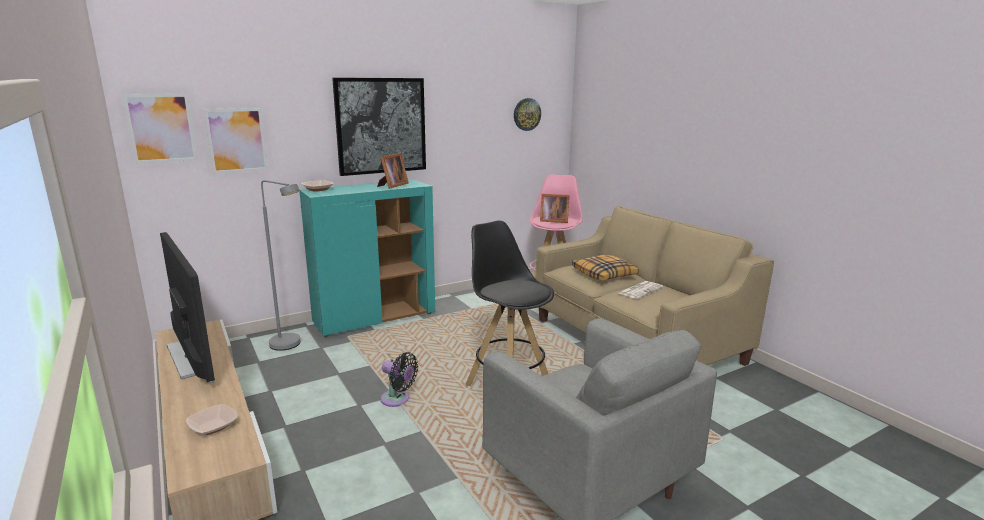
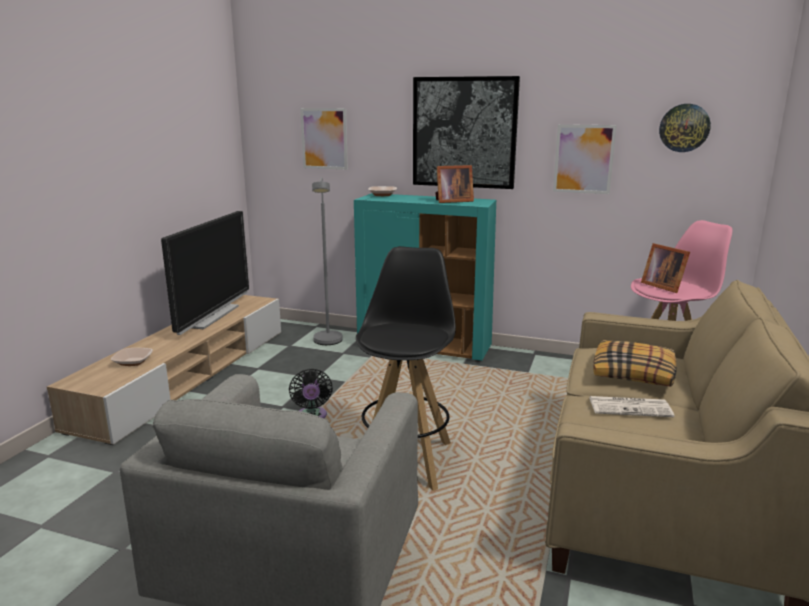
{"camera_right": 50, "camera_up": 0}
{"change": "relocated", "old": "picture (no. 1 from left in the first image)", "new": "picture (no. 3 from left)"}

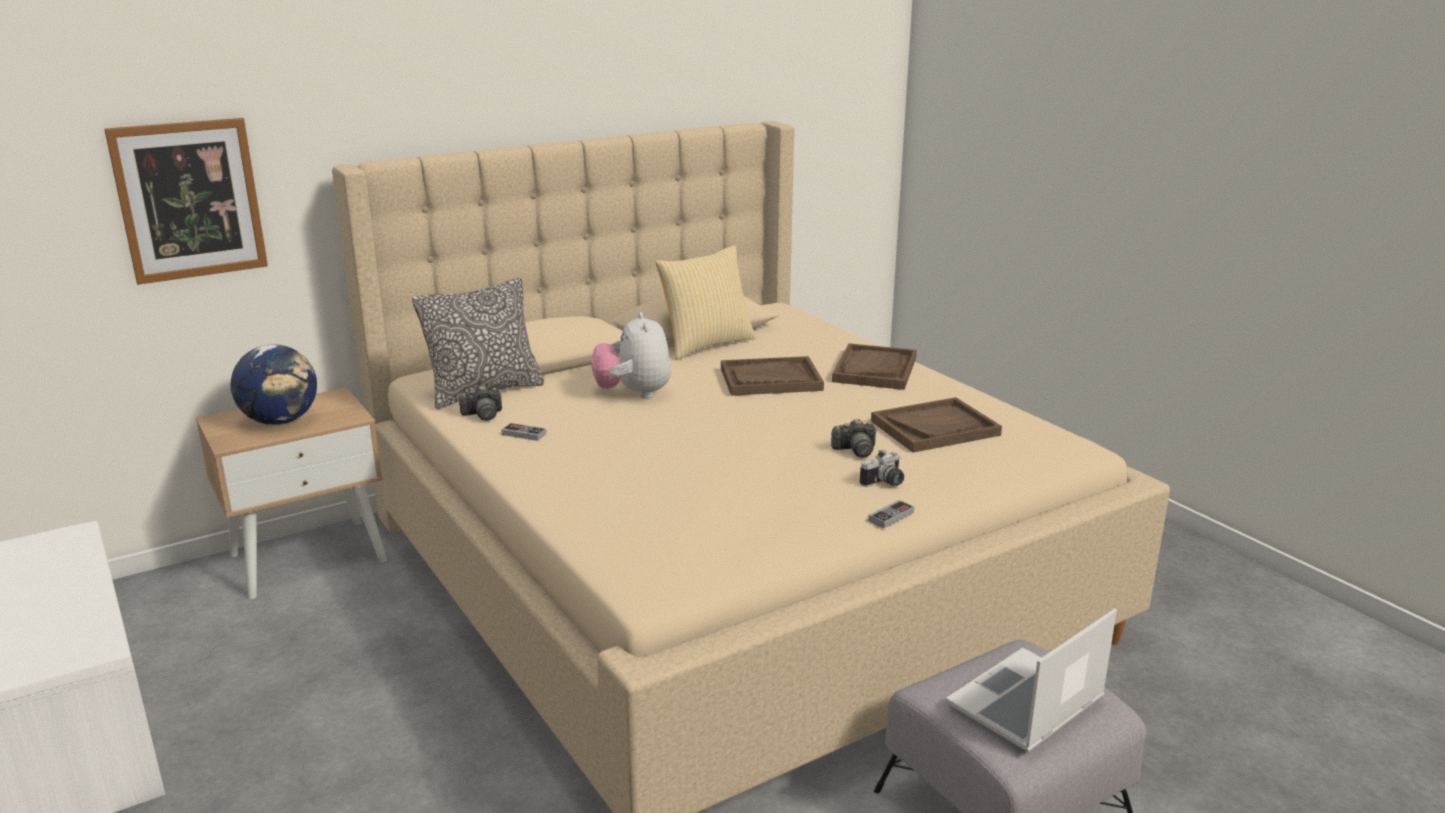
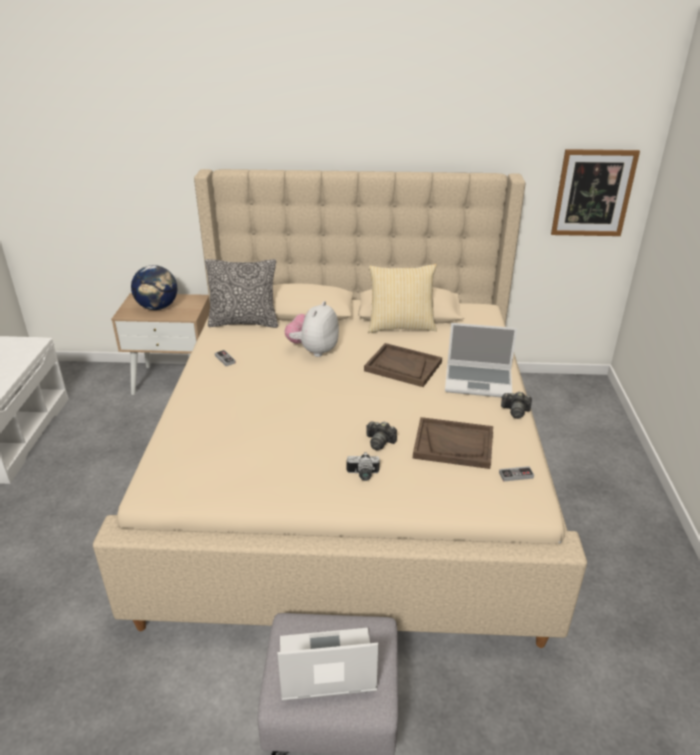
{"camera_right": 35, "camera_up": 10}
{"change": "relocated", "old": "picture"}
{"change": "relocated", "old": "photo camera (no. 1 from left in the first image)", "new": "photo camera (no. 3 from left)"}
{"change": "exchanged", "old": "brown tray (no. 2 from left)", "new": "laptop (no. 2 from left)"}
{"change": "relocated", "old": "game controller (no. 2 from left)"}

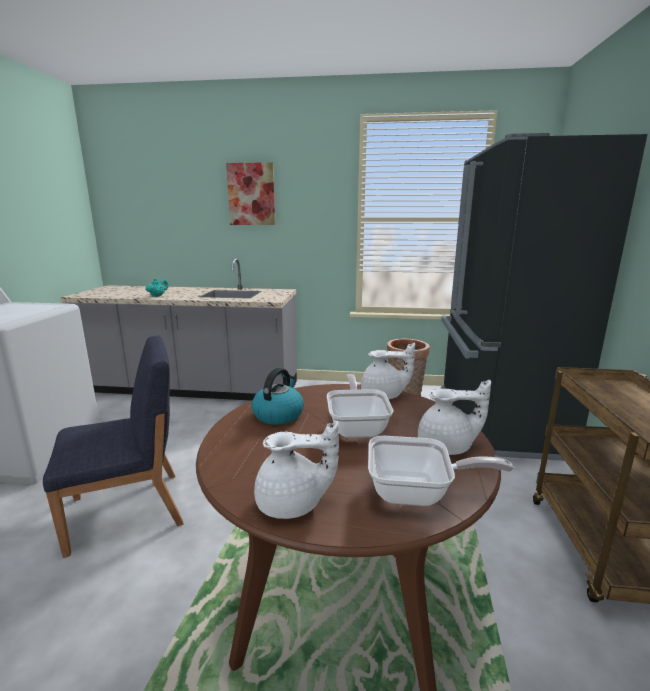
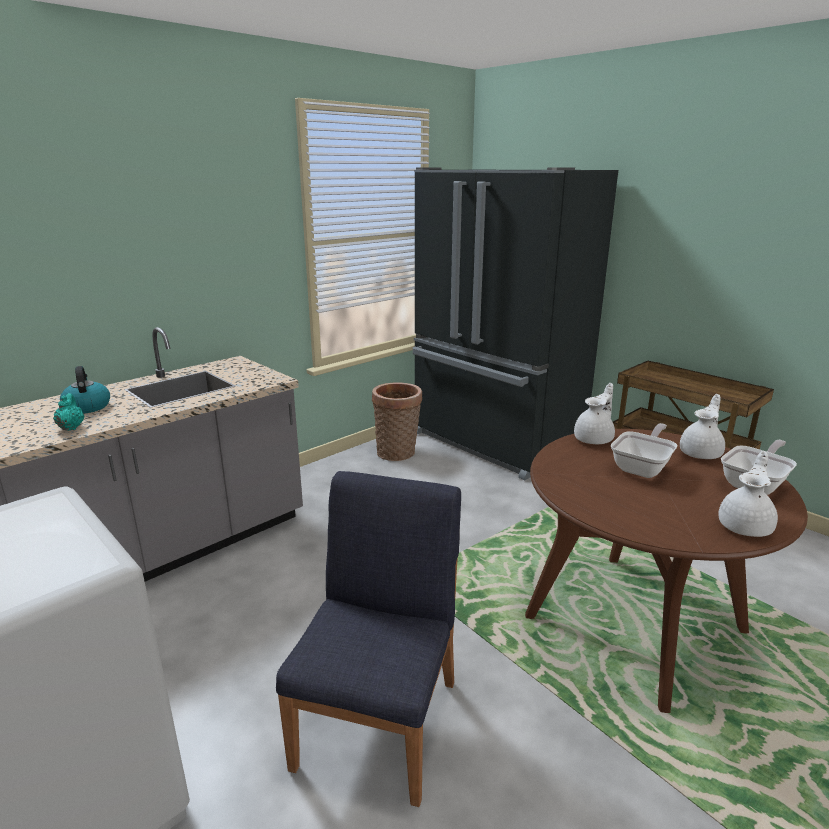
{"camera_right": -50, "camera_up": 5}
{"change": "missing", "old": "picture"}
{"change": "relocated", "old": "kettle"}
{"change": "spun", "old": "frying pan (no. 1 from left)", "degrees": 90}

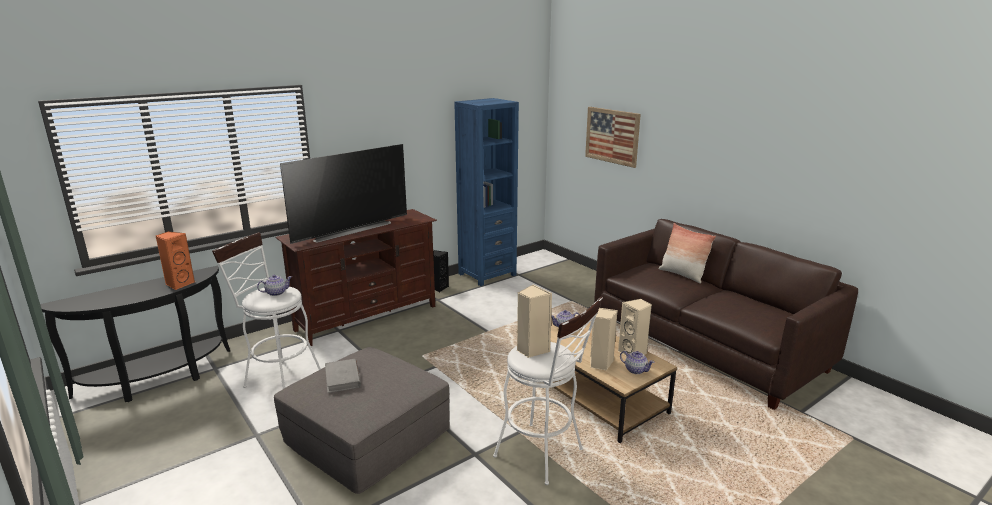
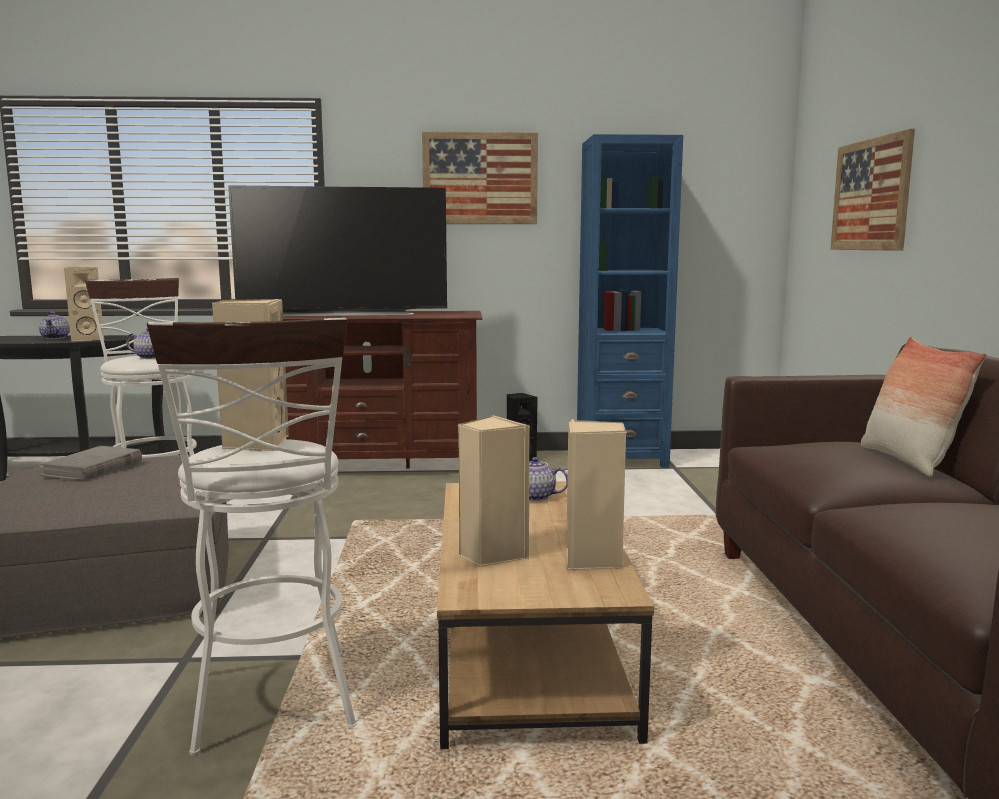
{"camera_right": 35, "camera_up": -10}
{"change": "colour", "old": "orange speaker", "new": "beige speaker (no. 1 from left)"}
{"change": "relocated", "old": "teapot (no. 3 from left in the first image)", "new": "teapot (no. 1 from left)"}
{"change": "appeared", "new": "picture (no. 1 from left)"}

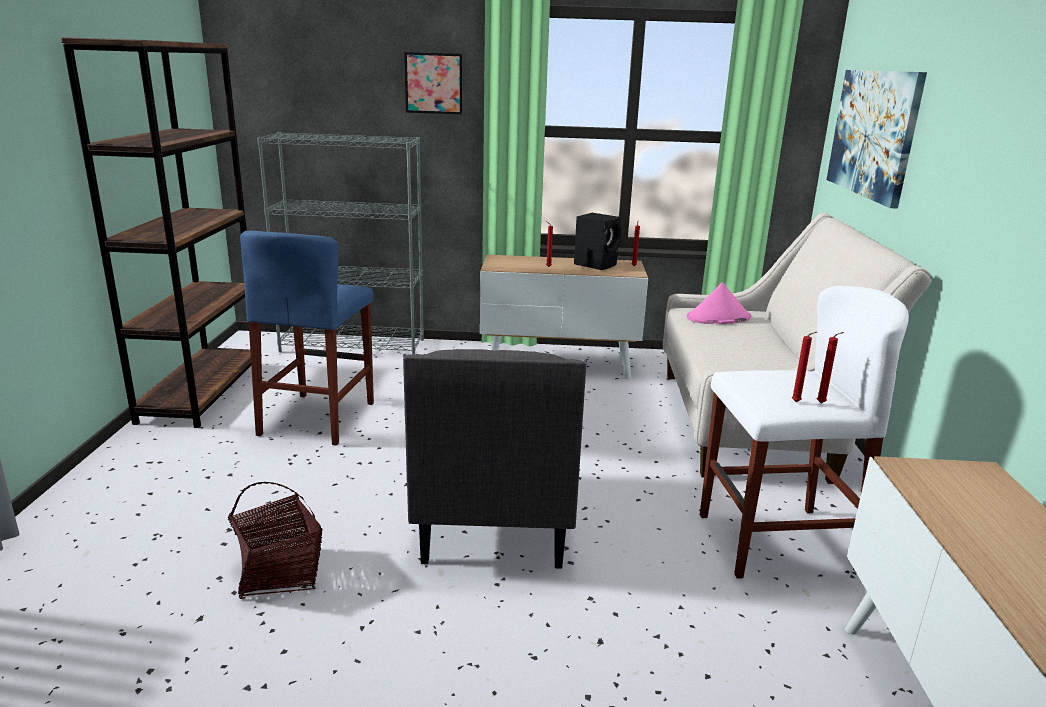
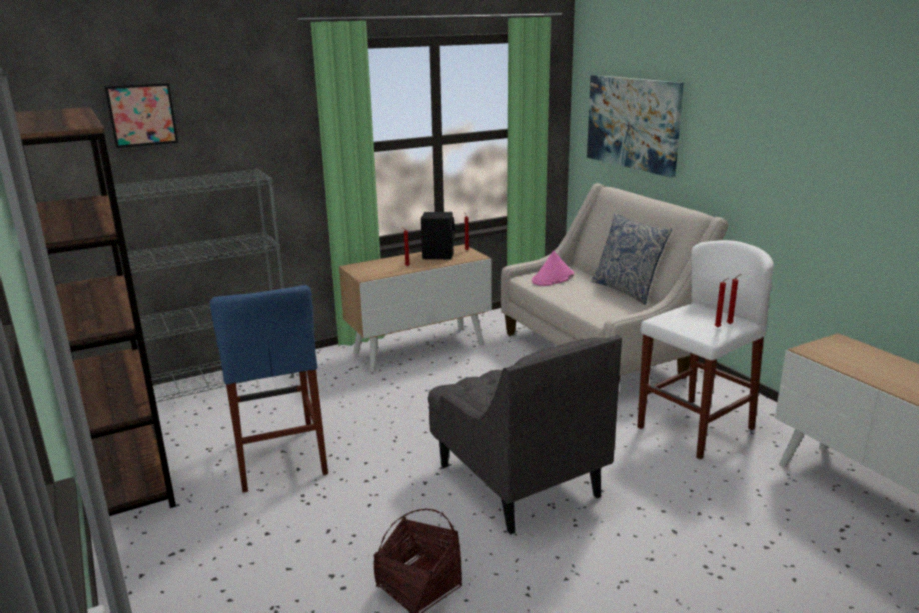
{"camera_right": -30, "camera_up": 0}
{"change": "relocated", "old": "picture (no. 1 from left)"}
{"change": "appeared", "new": "pillow"}

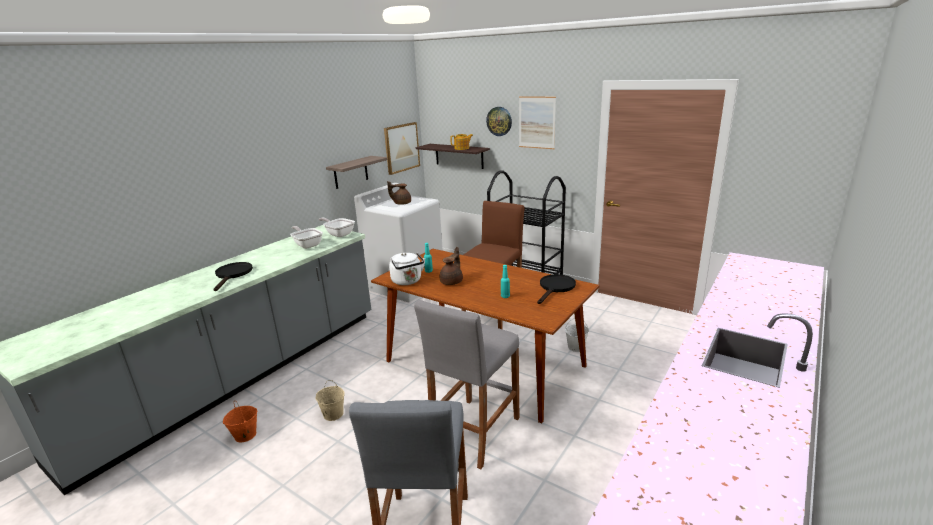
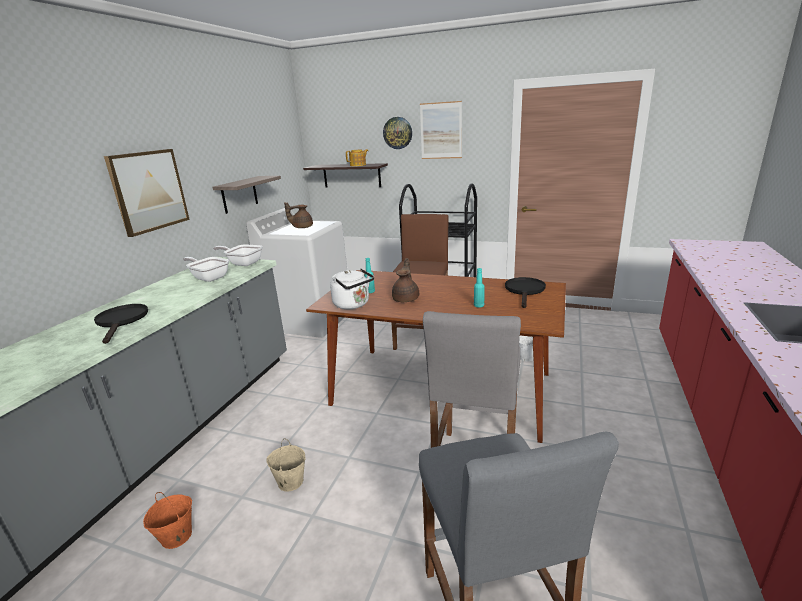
{"camera_right": -15, "camera_up": 0}
{"change": "relocated", "old": "picture (no. 1 from left)"}

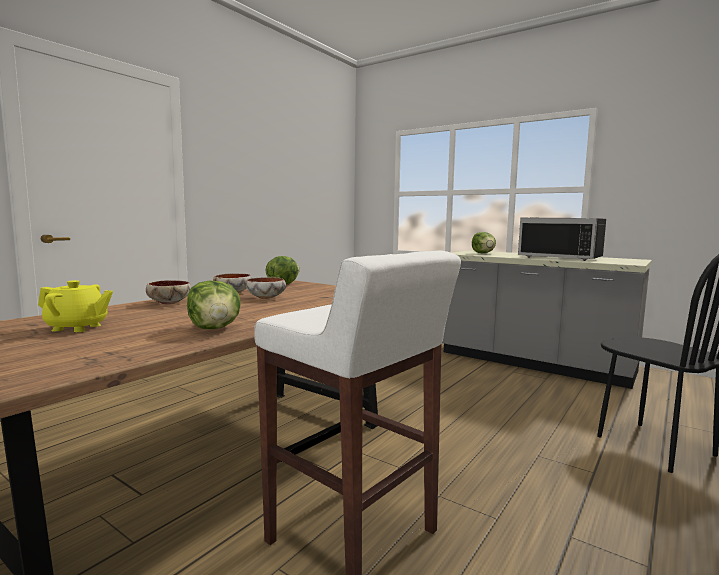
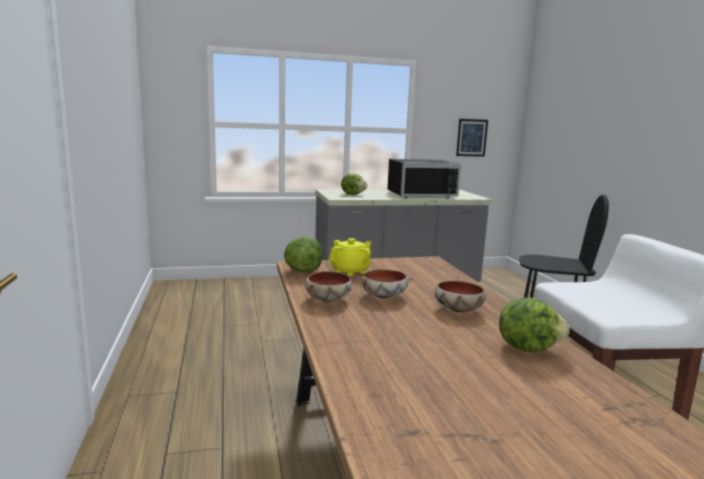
{"camera_right": -50, "camera_up": 5}
{"change": "relocated", "old": "yellow teapot"}
{"change": "relocated", "old": "bowl (no. 1 from left in the first image)", "new": "bowl (no. 3 from left)"}
{"change": "appeared", "new": "picture"}

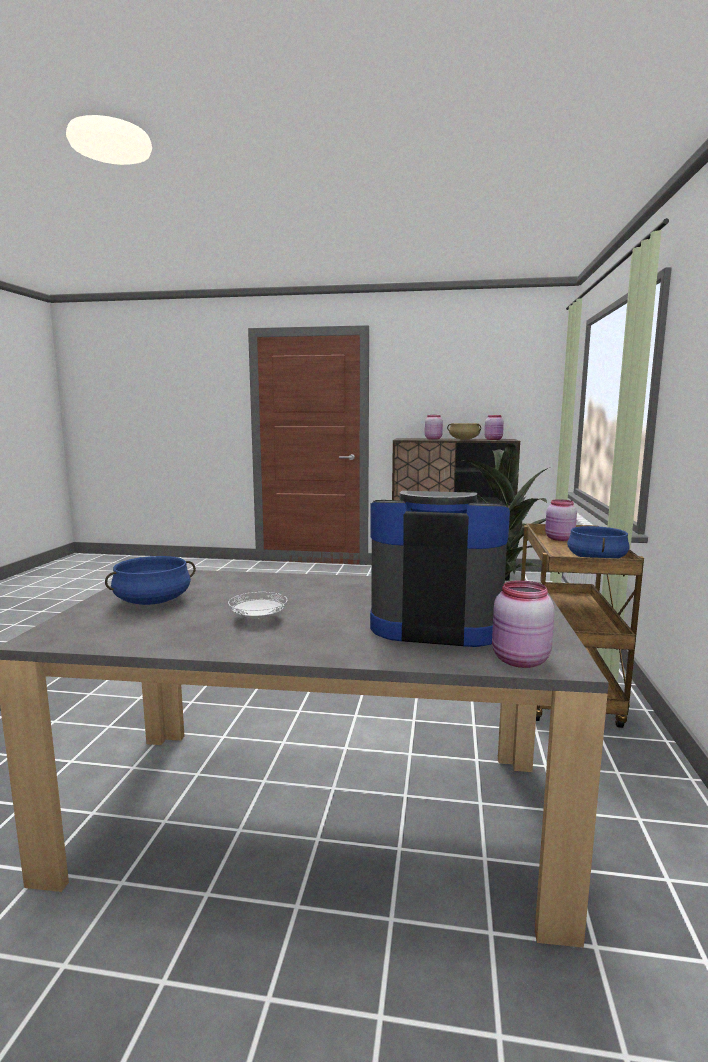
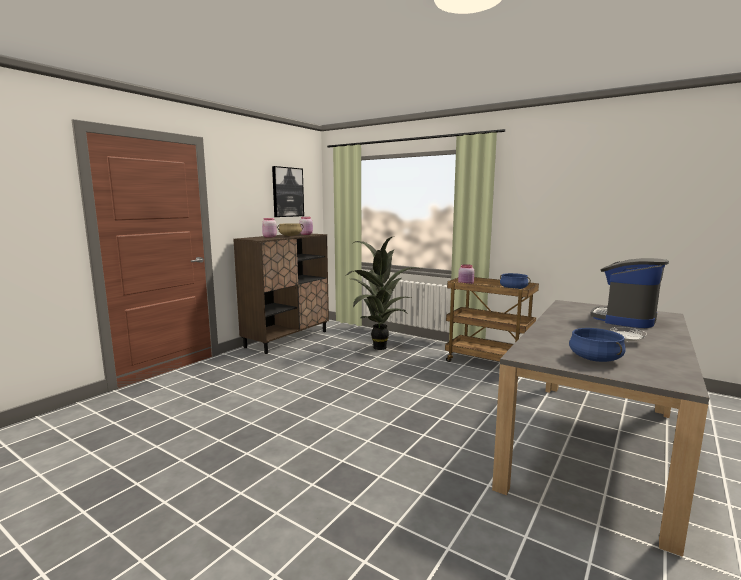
{"camera_right": -65, "camera_up": 0}
{"change": "missing", "old": "pink jar (no. 3 from left)"}
{"change": "appeared", "new": "picture"}

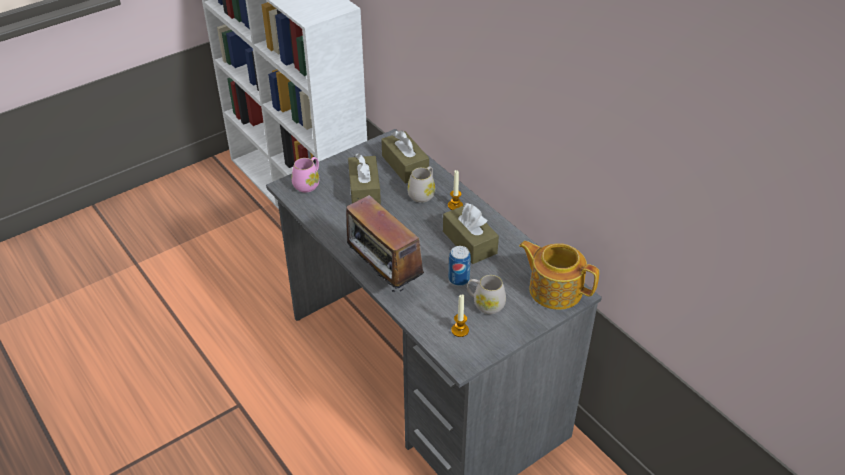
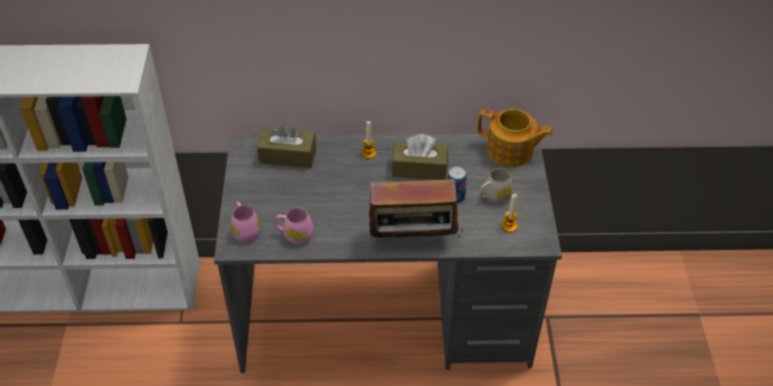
{"camera_right": -55, "camera_up": 5}
{"change": "missing", "old": "brown tissue box (no. 1 from left)"}
{"change": "missing", "old": "white mug (no. 1 from left)"}
{"change": "spun", "old": "teapot", "degrees": -135}
{"change": "appeared", "new": "pink mug (no. 2 from left)"}

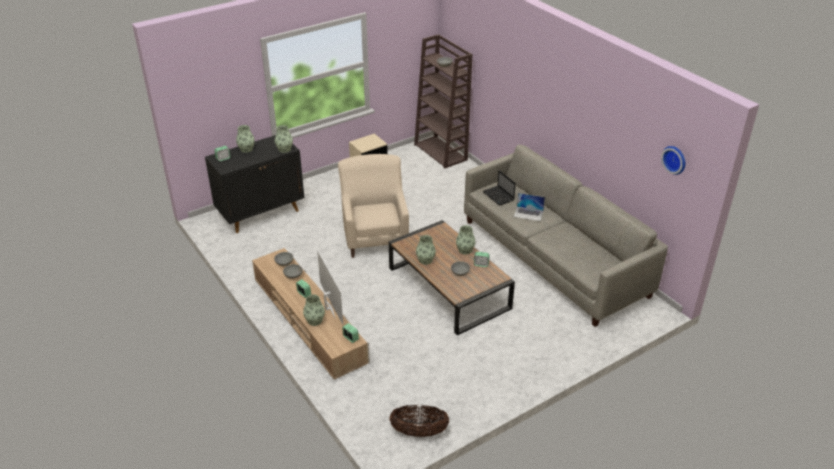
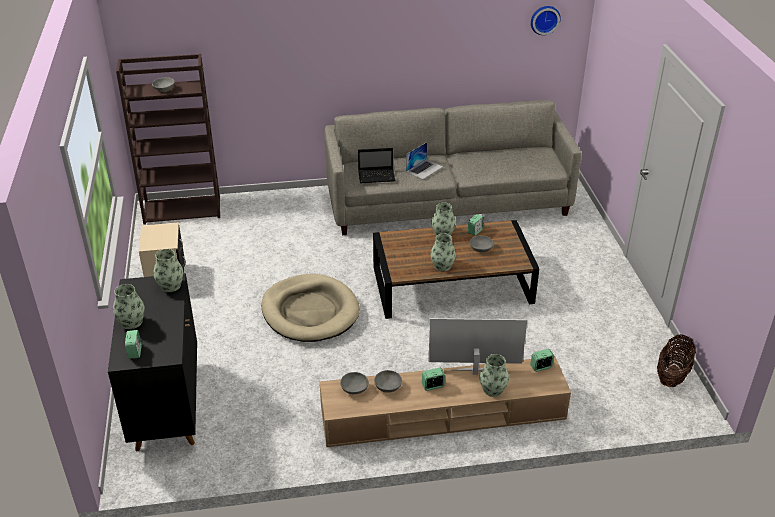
{"camera_right": -65, "camera_up": 0}
{"change": "exchanged", "old": "beige armchair", "new": "beige dog bed"}

